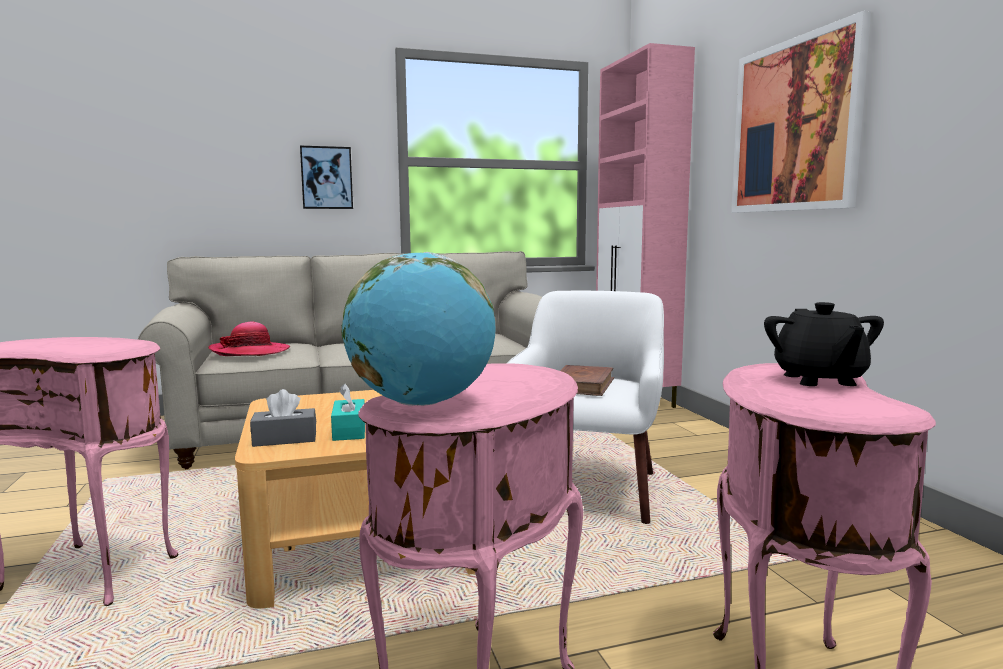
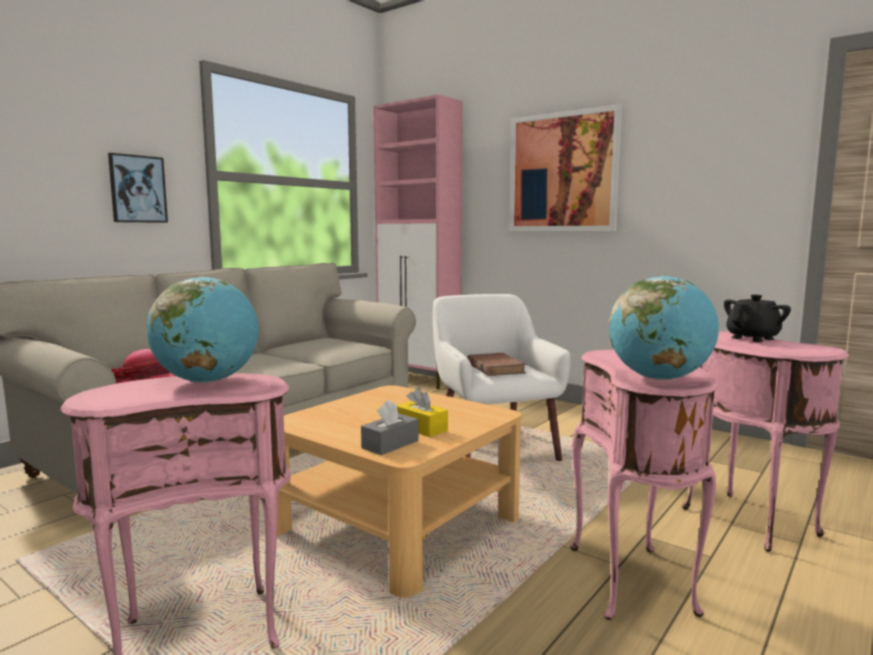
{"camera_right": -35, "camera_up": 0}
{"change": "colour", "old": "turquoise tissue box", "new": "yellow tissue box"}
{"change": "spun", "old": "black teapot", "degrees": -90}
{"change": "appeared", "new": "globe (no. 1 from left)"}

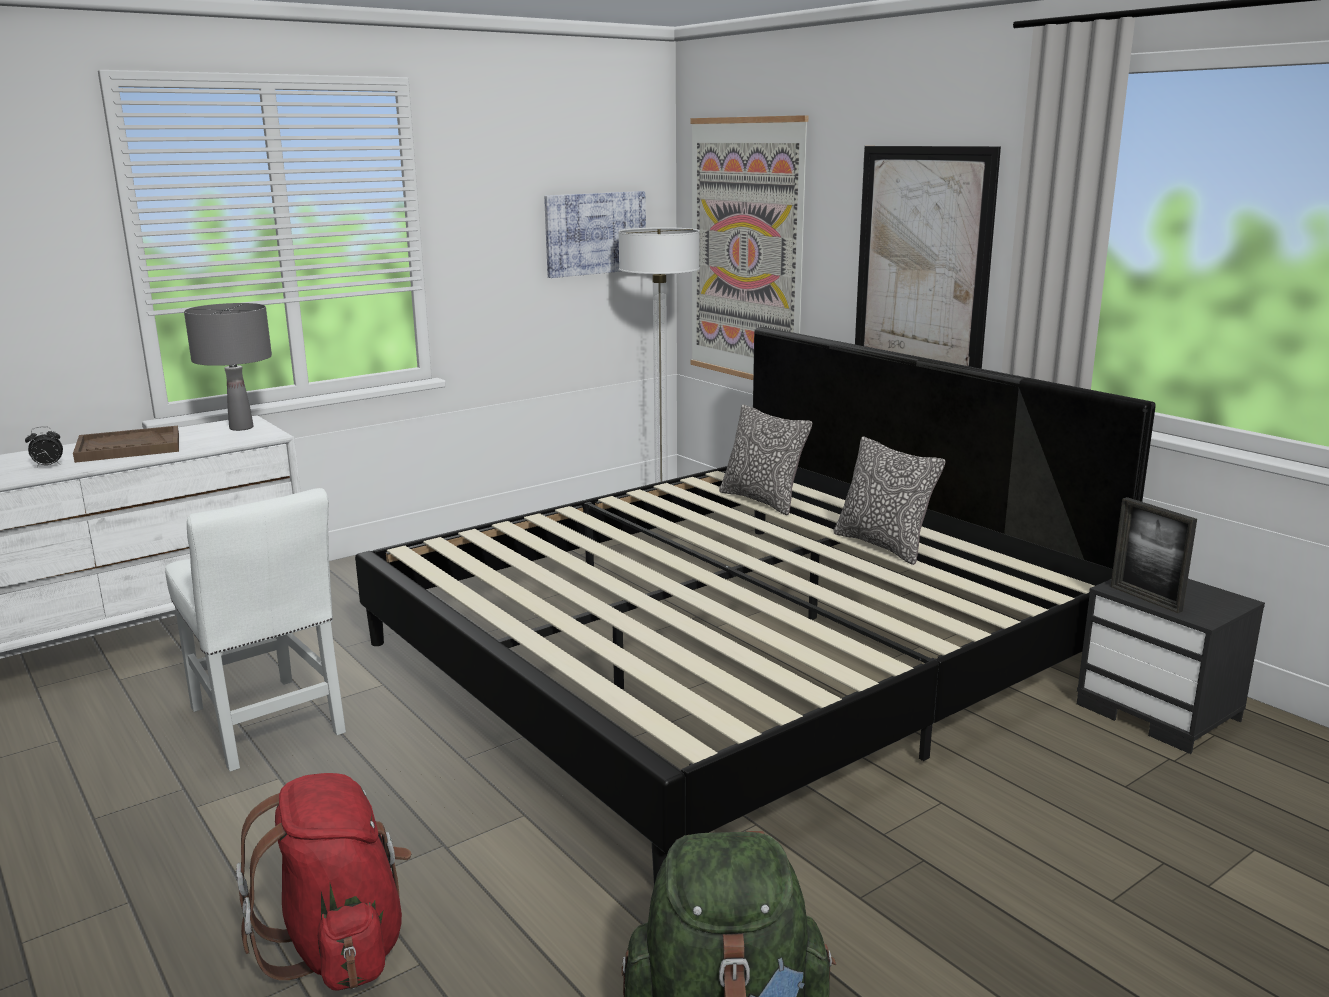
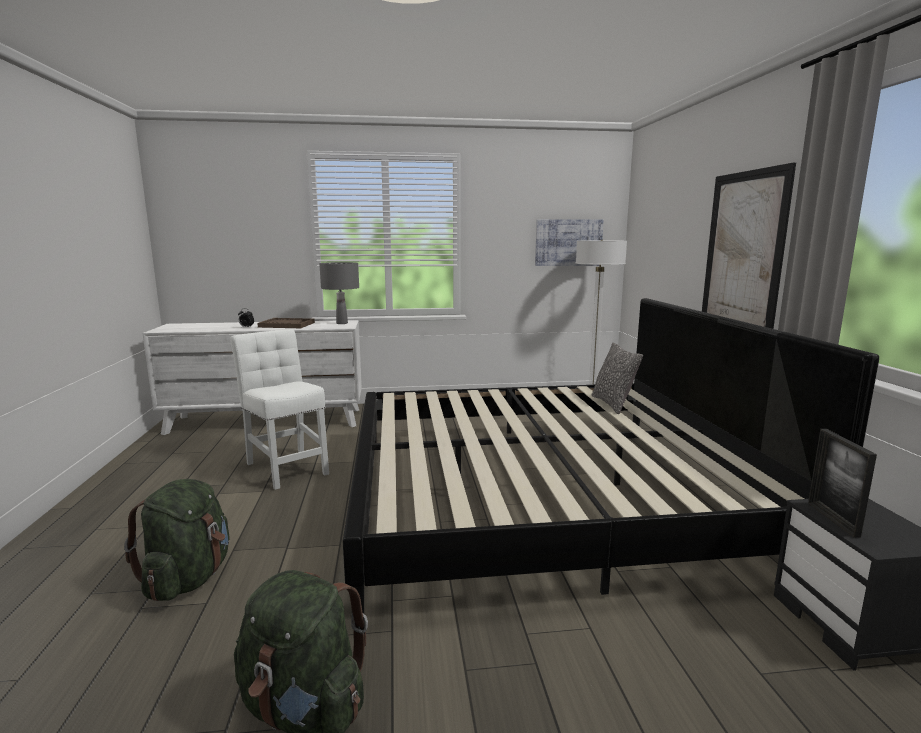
{"camera_right": 30, "camera_up": -5}
{"change": "spun", "old": "white chair", "degrees": 150}
{"change": "colour", "old": "red backpack", "new": "green backpack (no. 1 from left)"}
{"change": "missing", "old": "picture (no. 2 from left)"}
{"change": "missing", "old": "pillow (no. 2 from left)"}

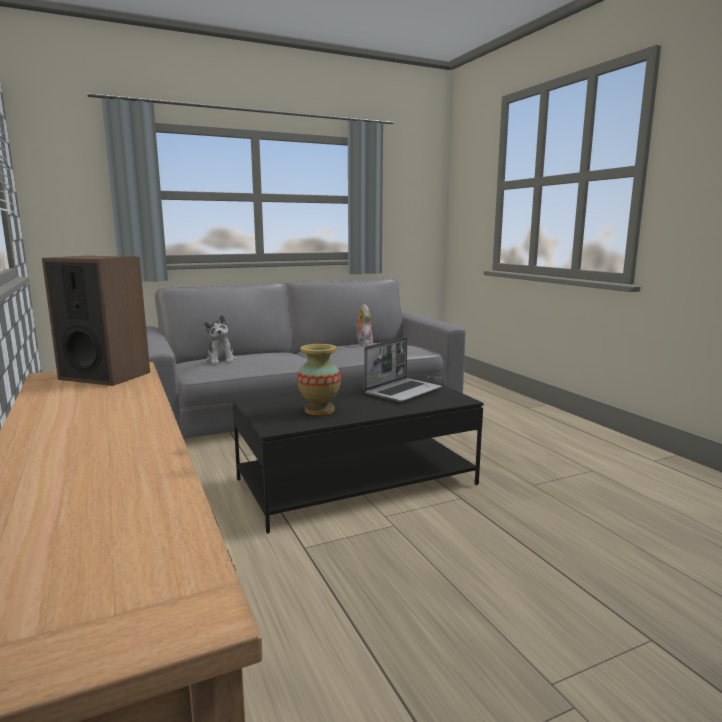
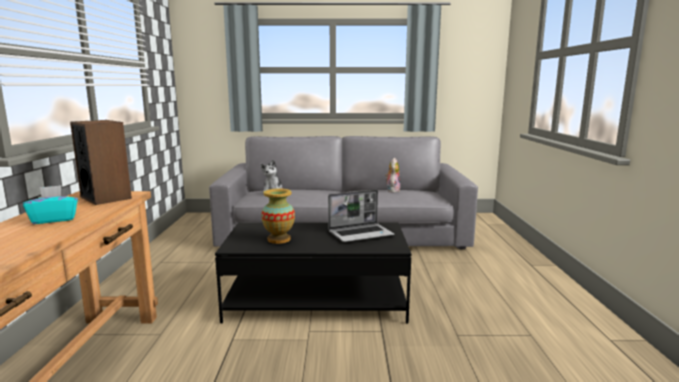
{"camera_right": 25, "camera_up": 0}
{"change": "appeared", "new": "turquoise tissue box"}

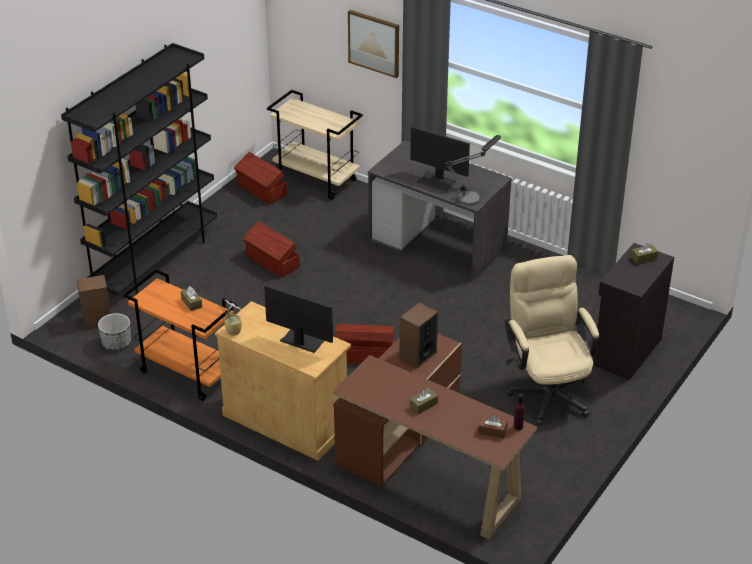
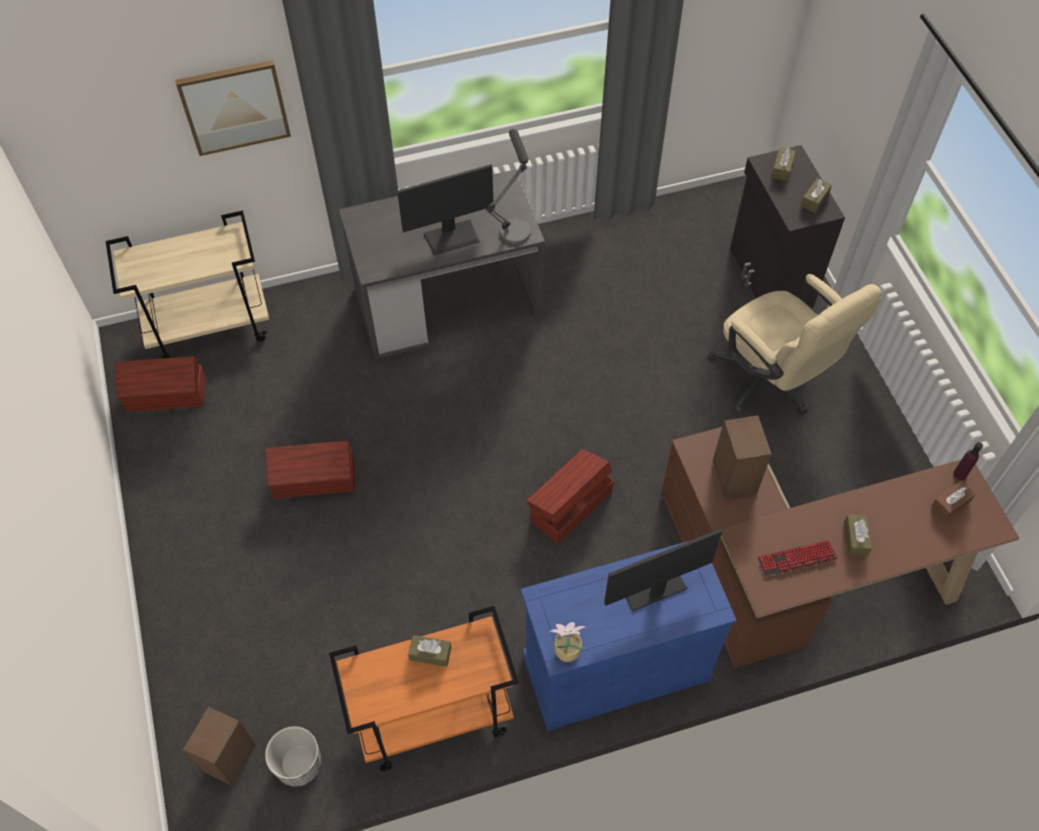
{"camera_right": -50, "camera_up": 20}
{"change": "missing", "old": "black bookcase"}
{"change": "colour", "old": "beige cabinet", "new": "blue cabinet"}
{"change": "spun", "old": "beige office chair", "degrees": -150}
{"change": "appeared", "new": "keyboard"}
{"change": "appeared", "new": "brown tissue box (no. 3 from left)"}

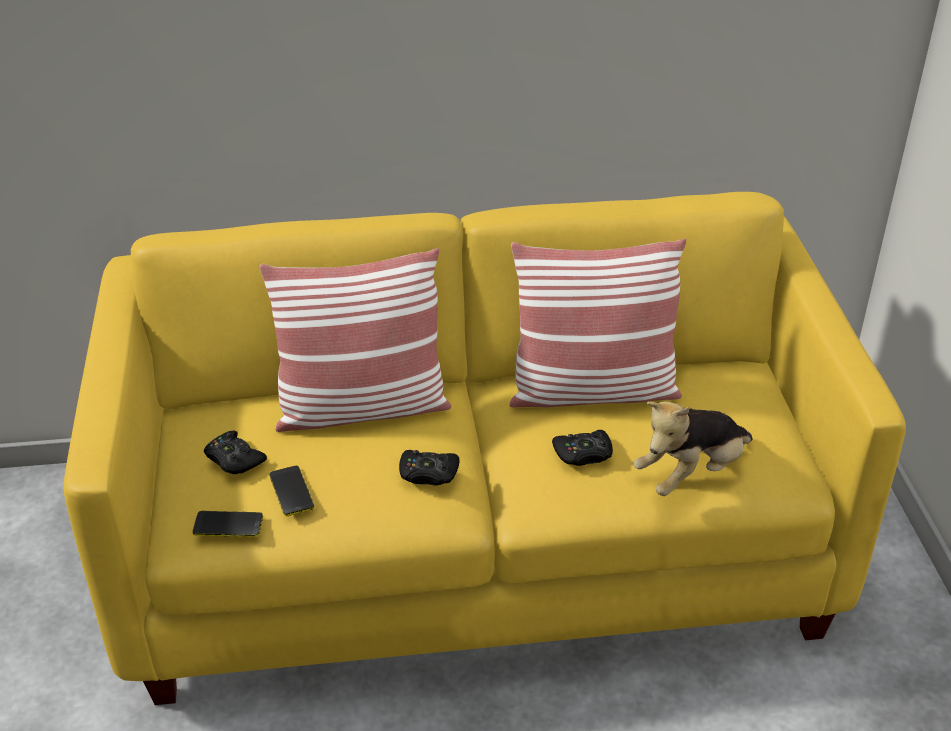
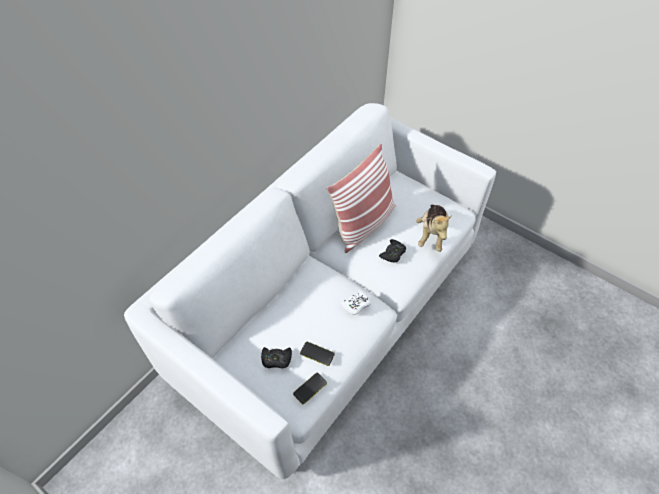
{"camera_right": -45, "camera_up": 15}
{"change": "colour", "old": "yellow sofa", "new": "white sofa"}
{"change": "missing", "old": "pillow (no. 1 from left)"}
{"change": "colour", "old": "black game controller (no. 2 from left)", "new": "white game controller"}

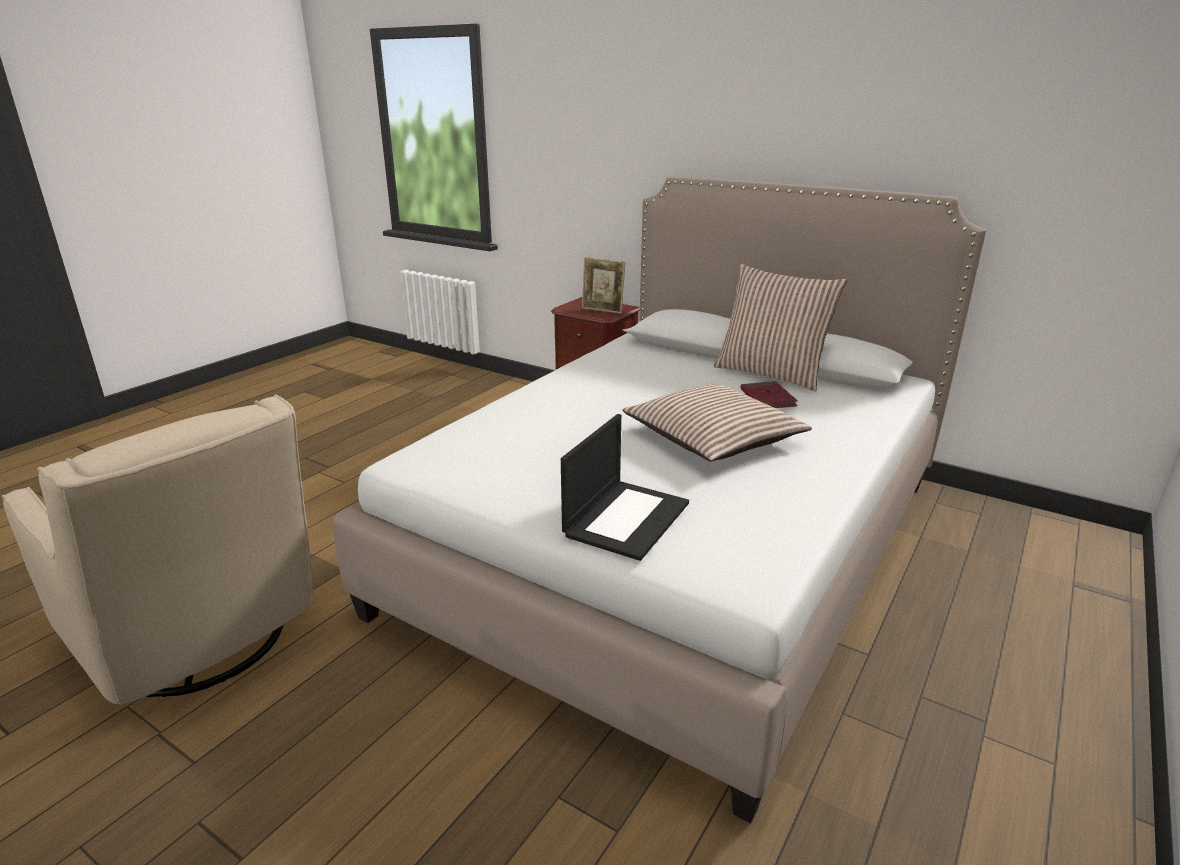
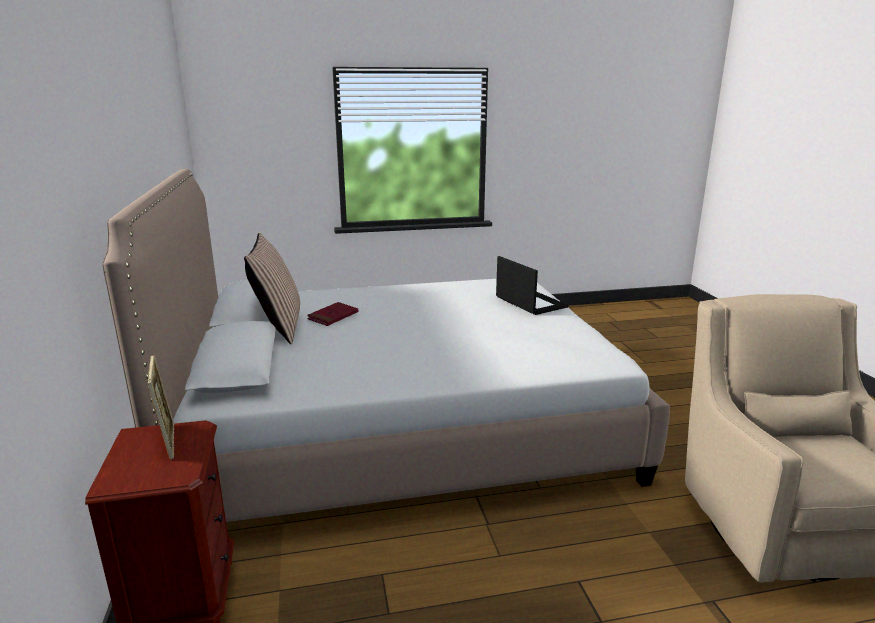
{"camera_right": -135, "camera_up": -5}
{"change": "spun", "old": "laptop", "degrees": 75}
{"change": "missing", "old": "pillow (no. 1 from left)"}

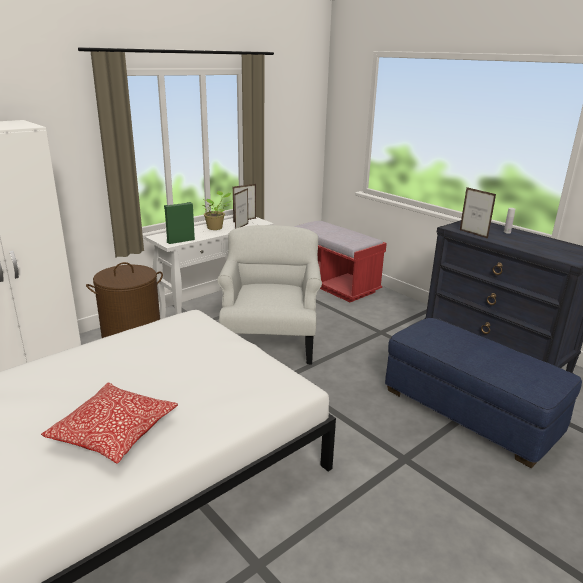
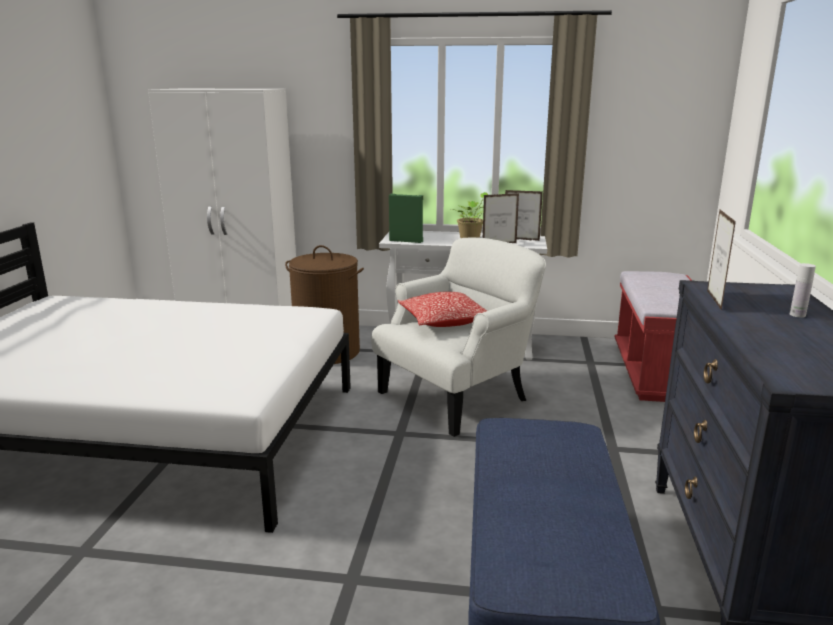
{"camera_right": 50, "camera_up": -5}
{"change": "relocated", "old": "pillow"}

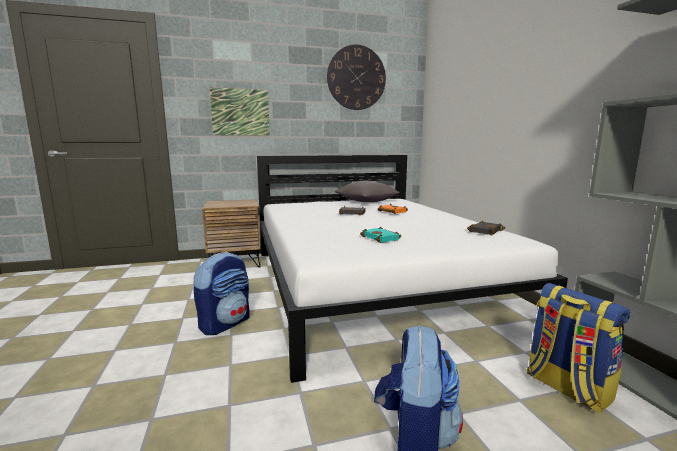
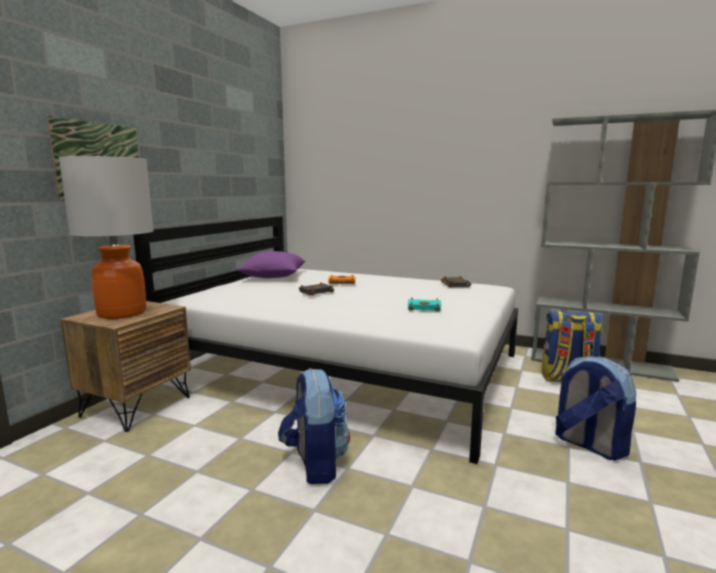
{"camera_right": -50, "camera_up": 0}
{"change": "missing", "old": "wall clock"}
{"change": "colour", "old": "grey pillow", "new": "purple pillow"}
{"change": "appeared", "new": "table lamp"}

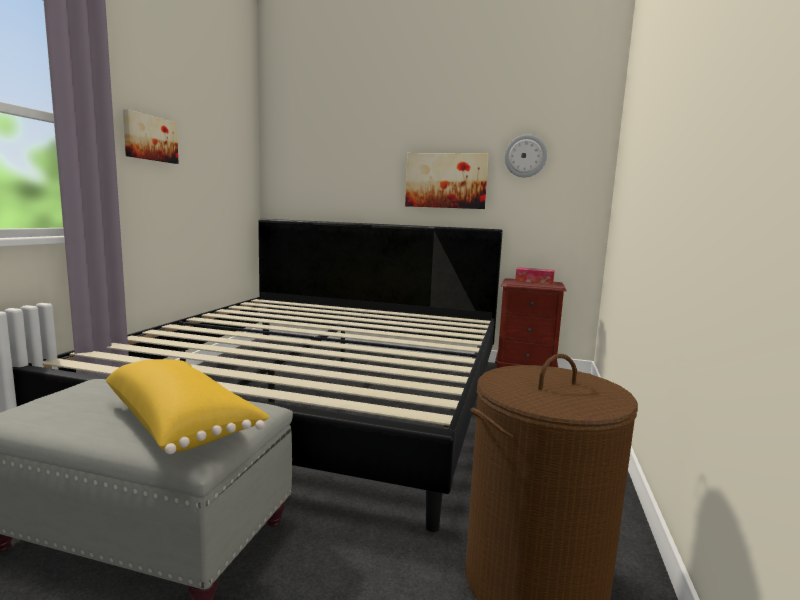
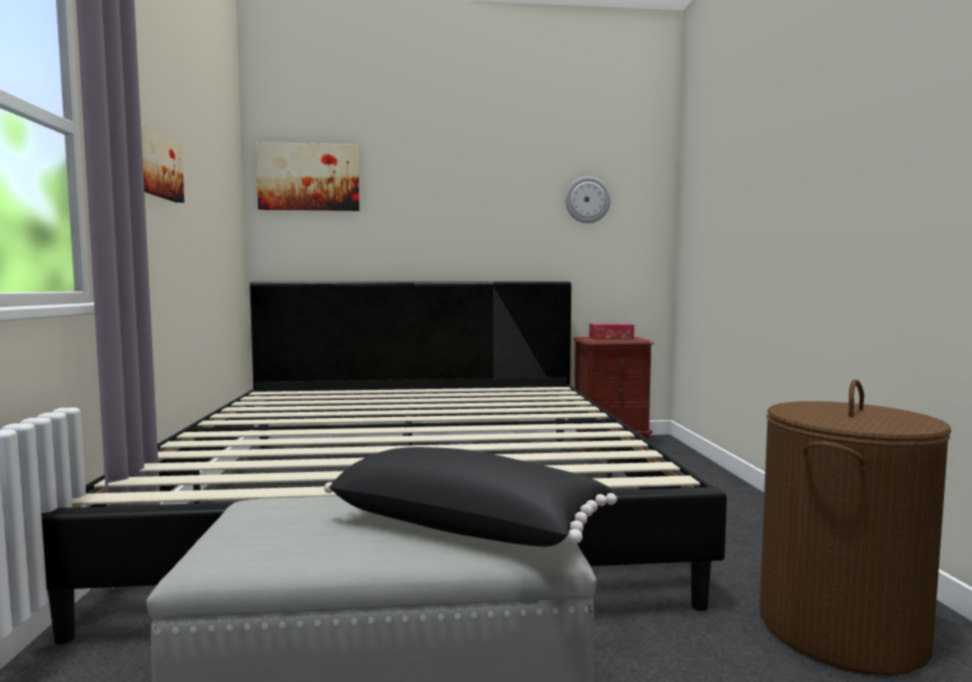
{"camera_right": -20, "camera_up": -5}
{"change": "colour", "old": "yellow pillow", "new": "black pillow"}
{"change": "relocated", "old": "picture (no. 2 from left)"}

